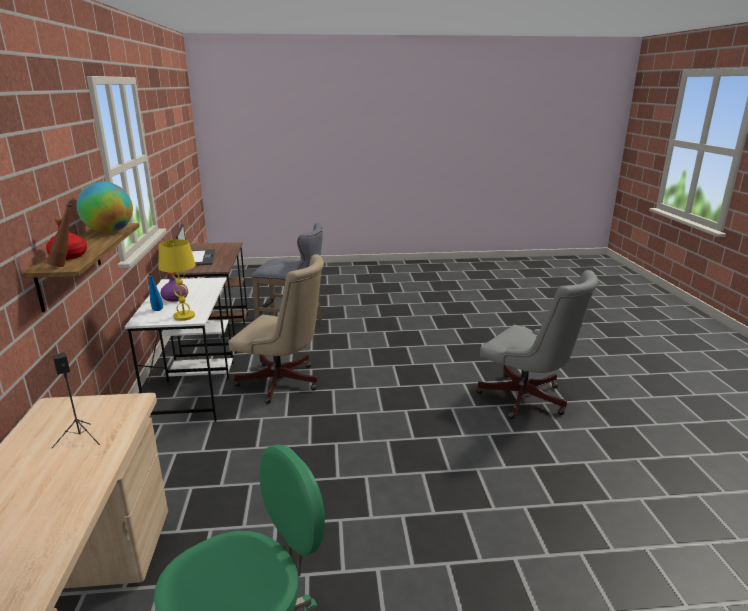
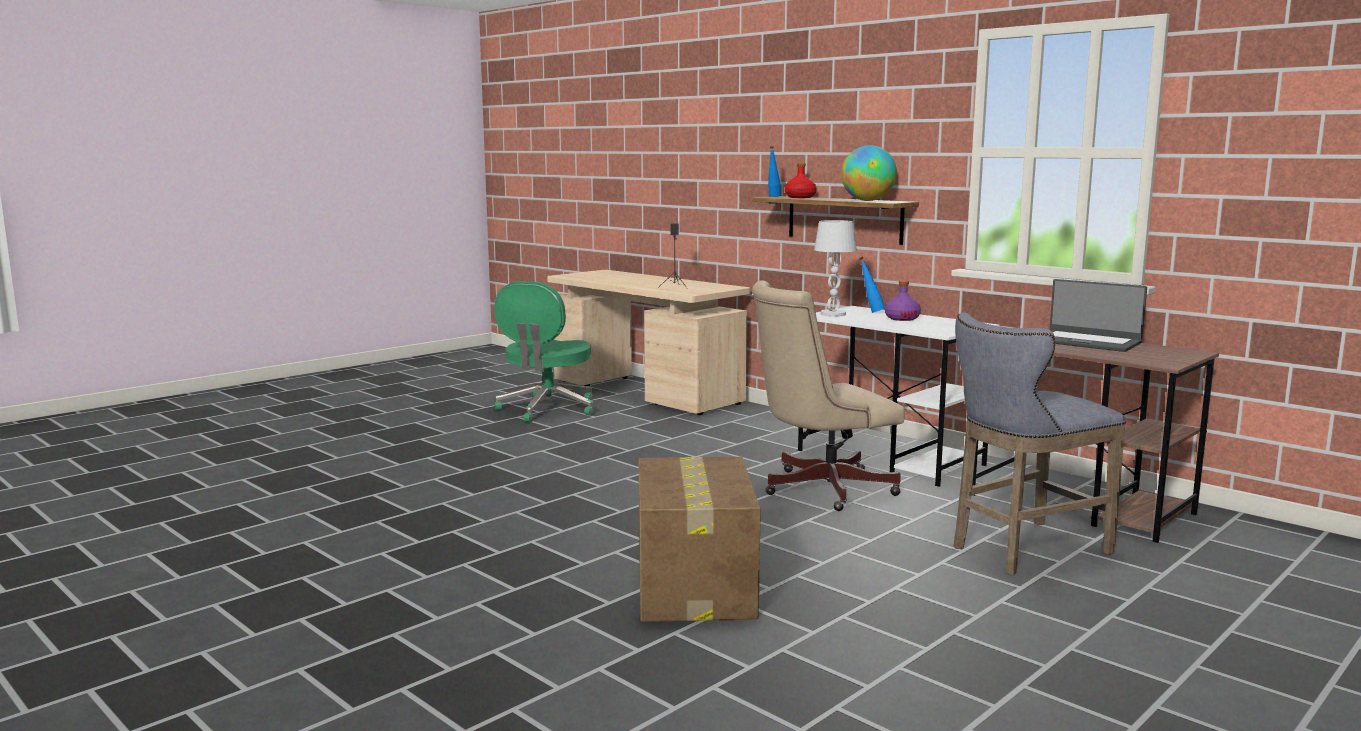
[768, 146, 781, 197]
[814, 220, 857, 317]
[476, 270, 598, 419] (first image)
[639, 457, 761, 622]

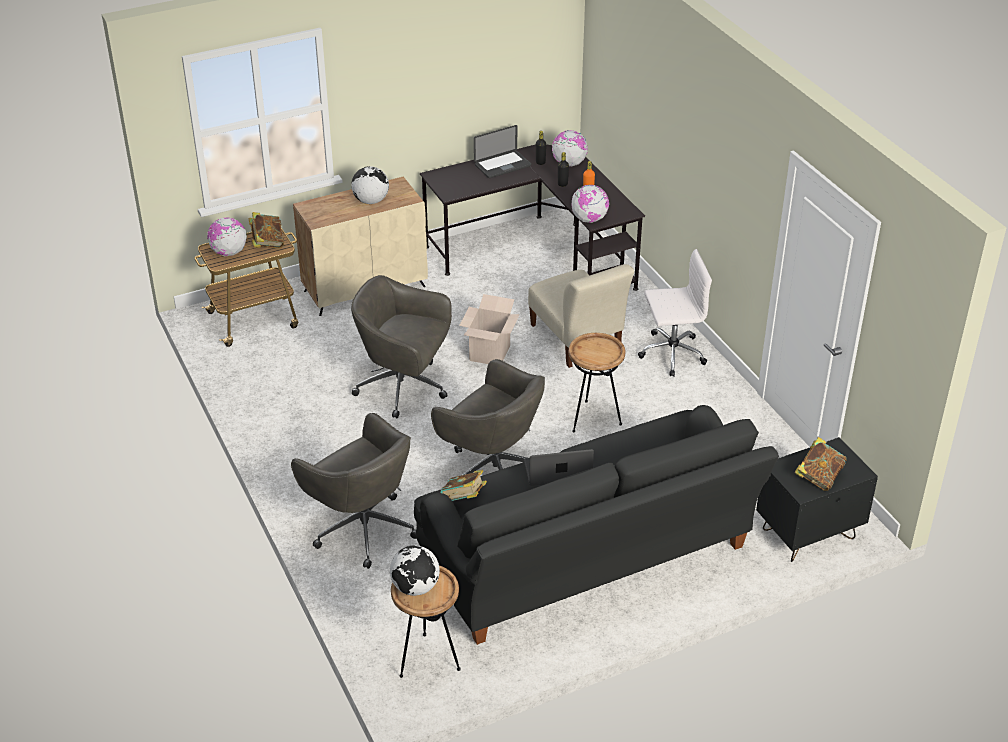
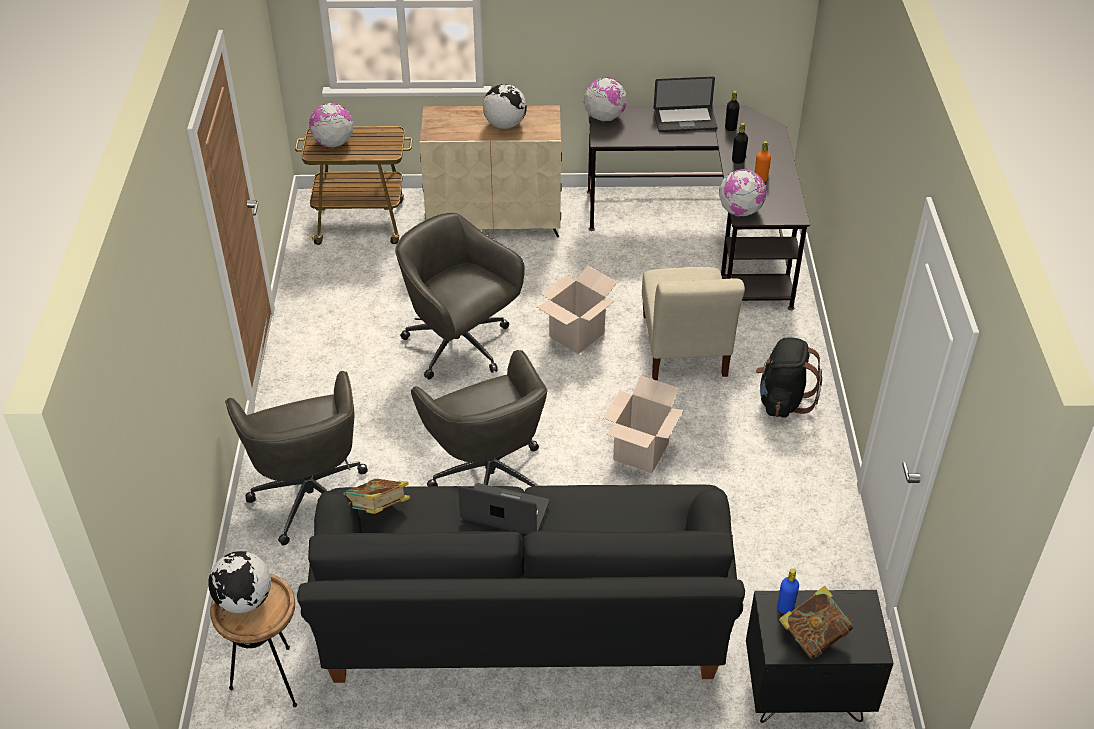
[584, 77, 627, 121]
[249, 212, 284, 248] (first image)
[756, 337, 822, 418]
[603, 375, 684, 473]
[777, 568, 799, 614]

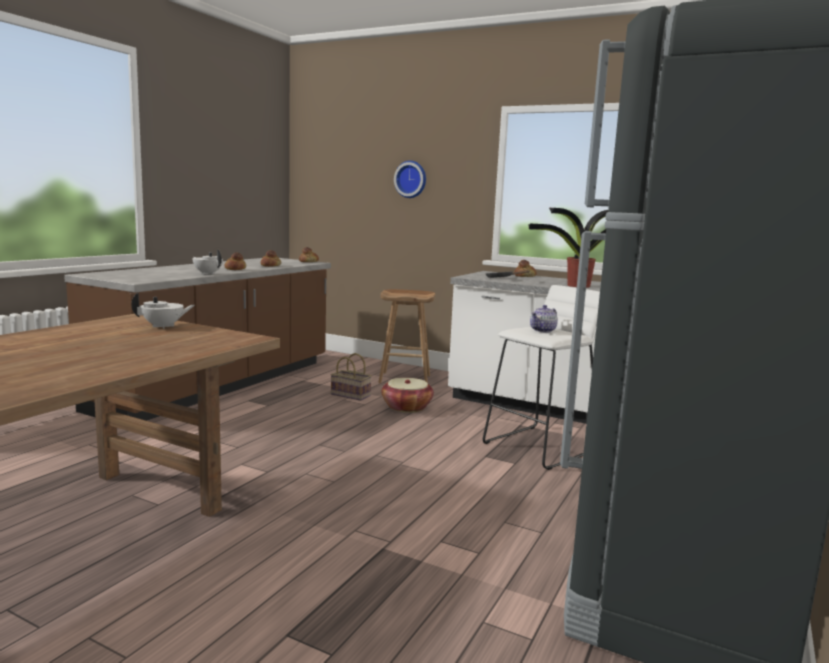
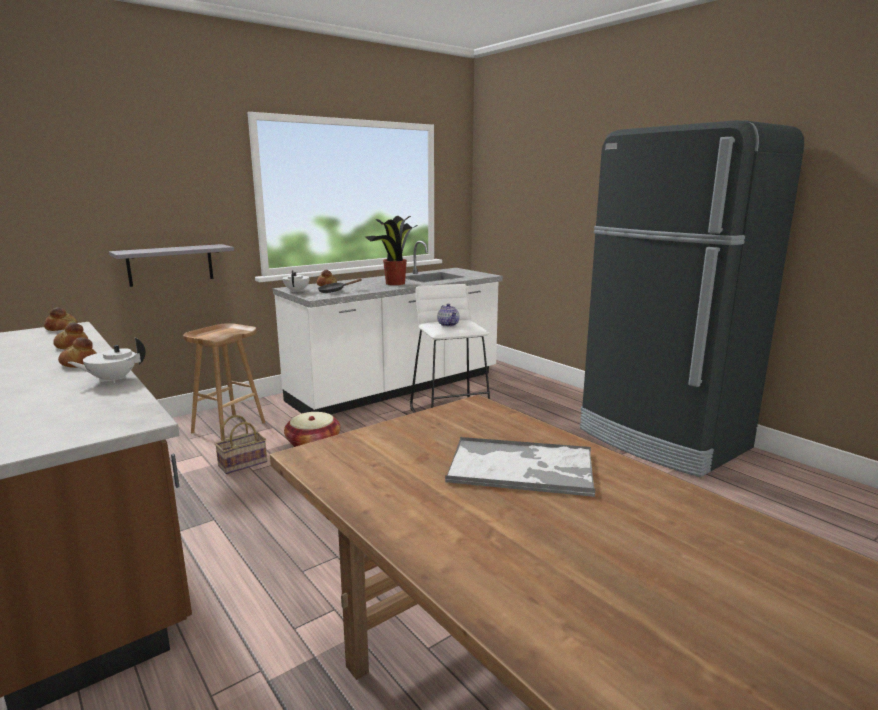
[394, 161, 426, 198] (first image)
[282, 270, 310, 292]
[109, 244, 234, 287]
[445, 437, 595, 497]

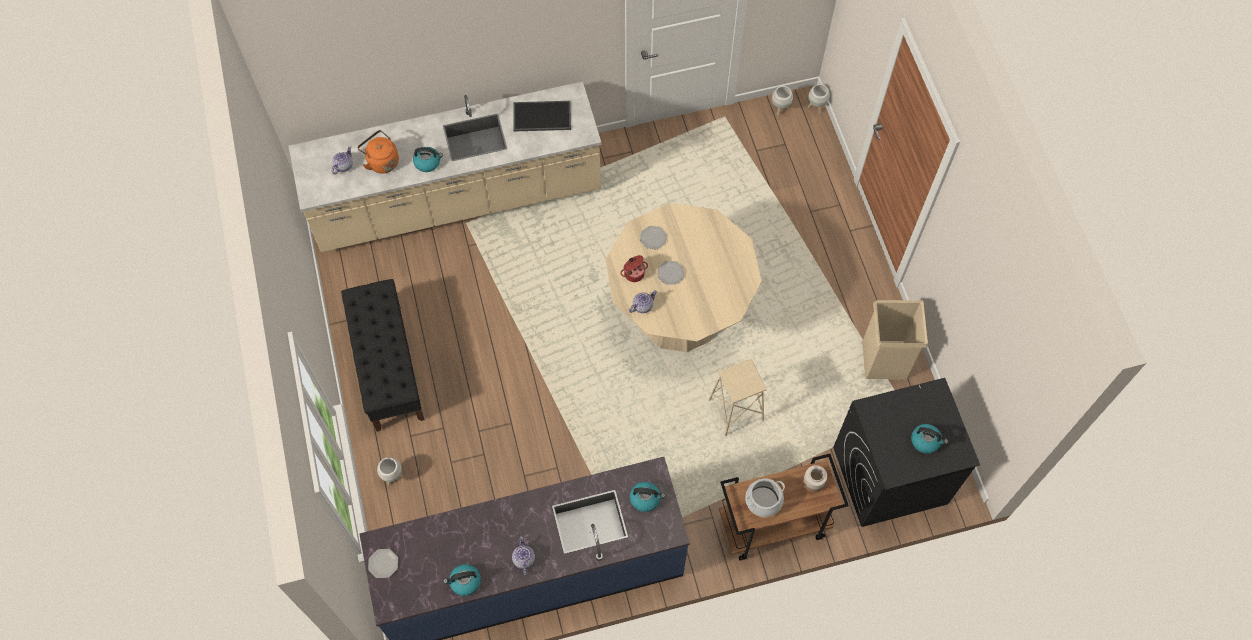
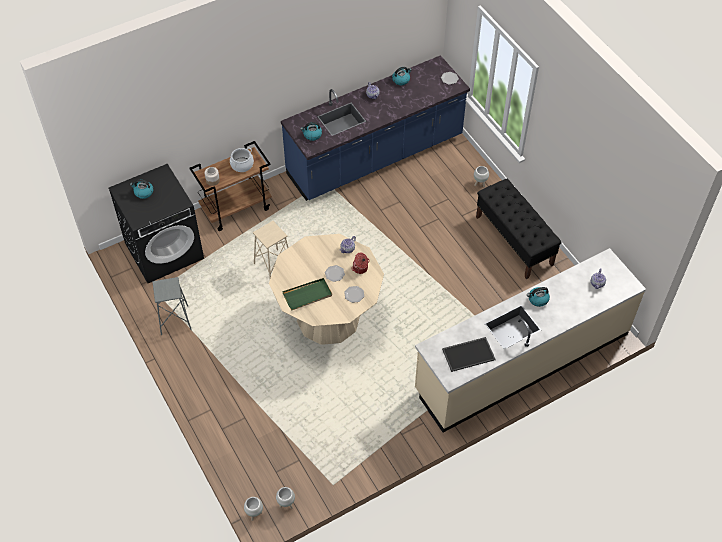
[358, 130, 399, 173] (first image)
[153, 277, 192, 335]
[282, 278, 332, 310]

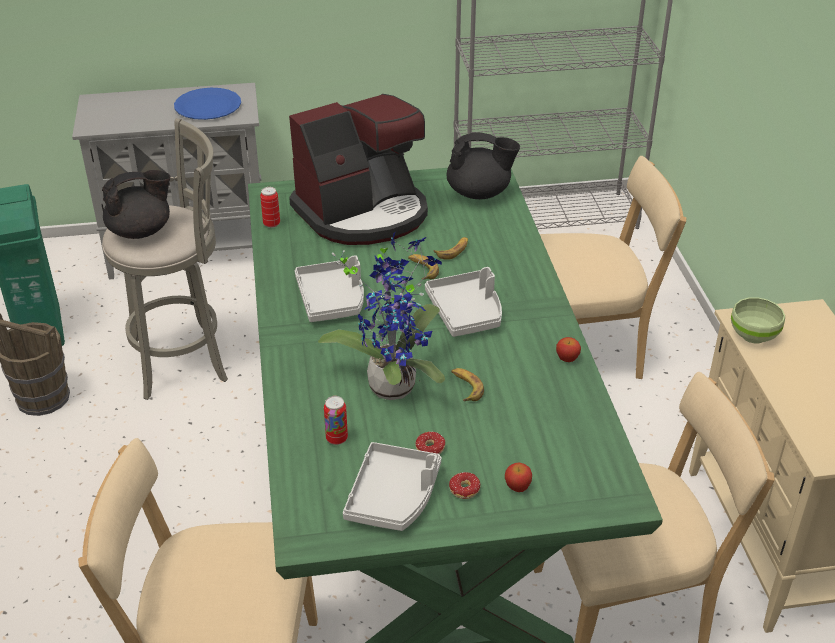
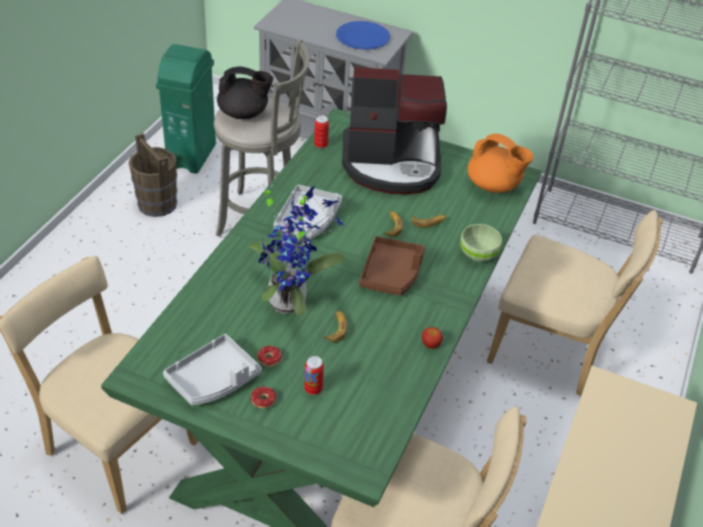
[467, 134, 534, 193]
[359, 236, 425, 295]
[460, 224, 502, 262]
[304, 356, 324, 395]
[505, 462, 532, 492] (first image)

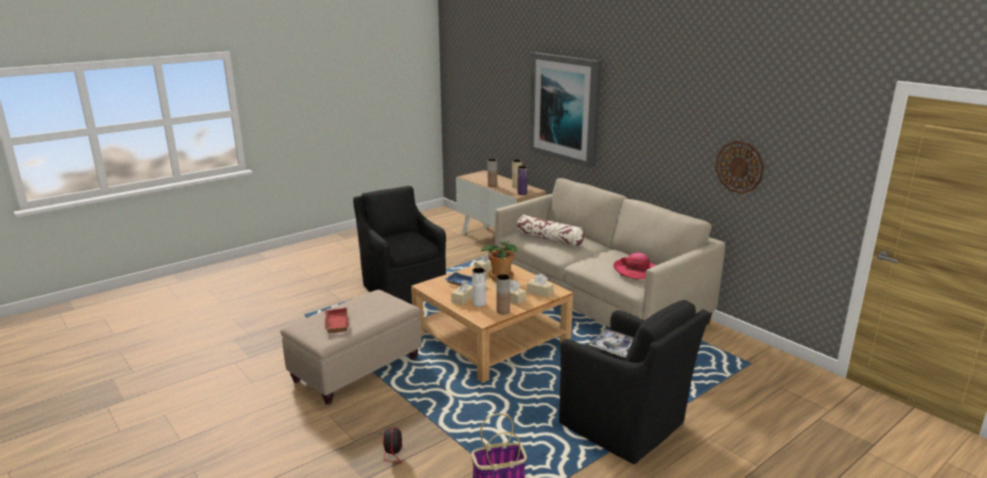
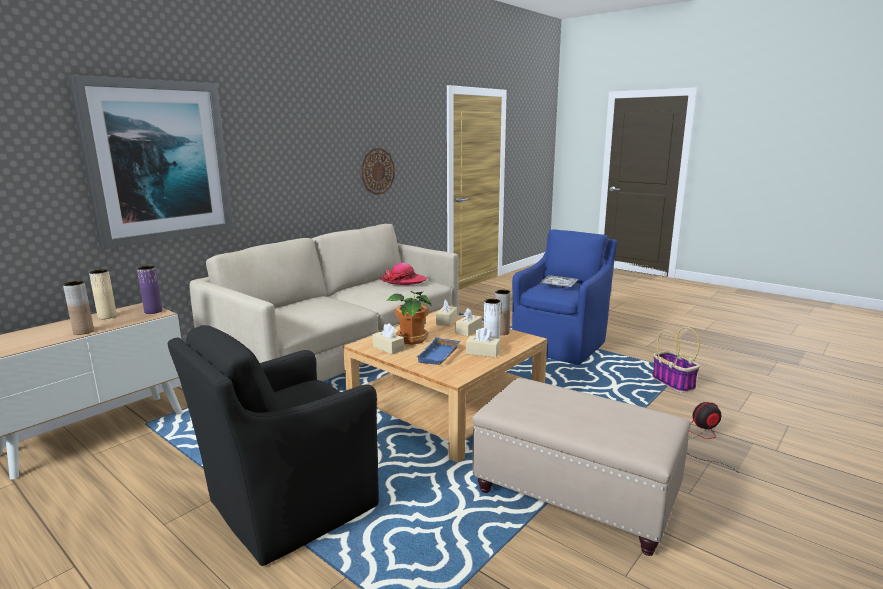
[517, 215, 585, 247] (first image)
[512, 229, 617, 365]
[324, 308, 349, 333] (first image)

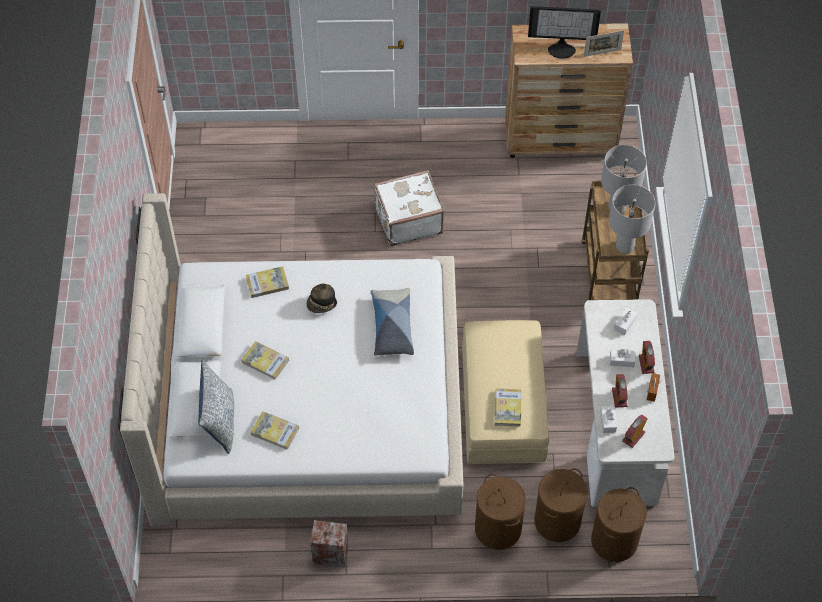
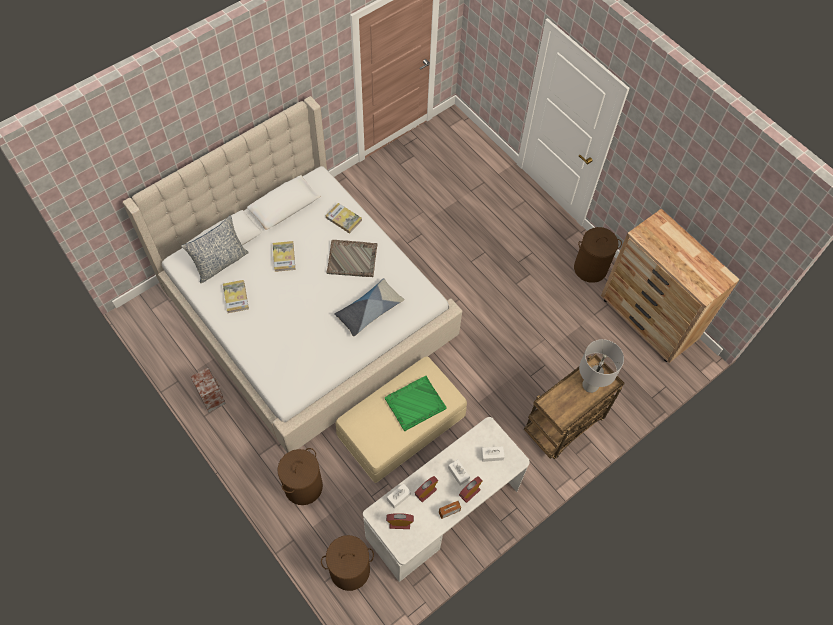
[528, 6, 601, 59] (first image)
[584, 30, 624, 57] (first image)
[374, 170, 445, 246] (first image)
[609, 185, 655, 254] (first image)
[327, 240, 378, 277]
[495, 388, 522, 427] (first image)
[574, 227, 622, 283]
[385, 376, 447, 431]

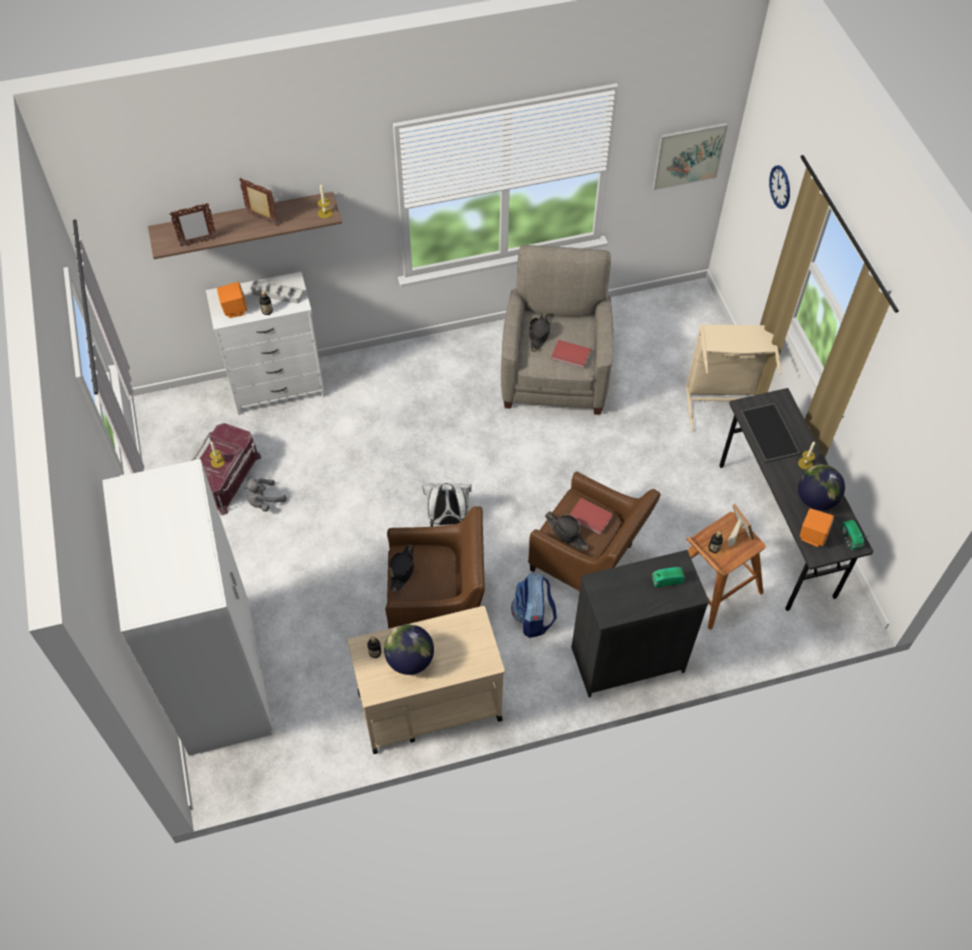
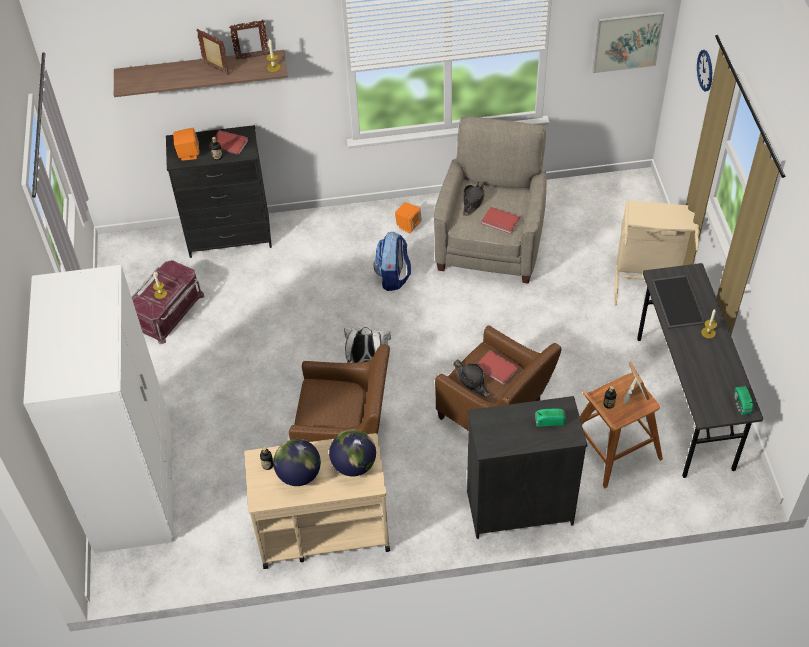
[229, 20, 269, 60]
[166, 125, 272, 258]
[209, 130, 249, 155]
[329, 429, 376, 477]
[244, 478, 287, 512] (first image)
[395, 202, 422, 233]
[389, 544, 414, 593] (first image)
[373, 232, 411, 291]

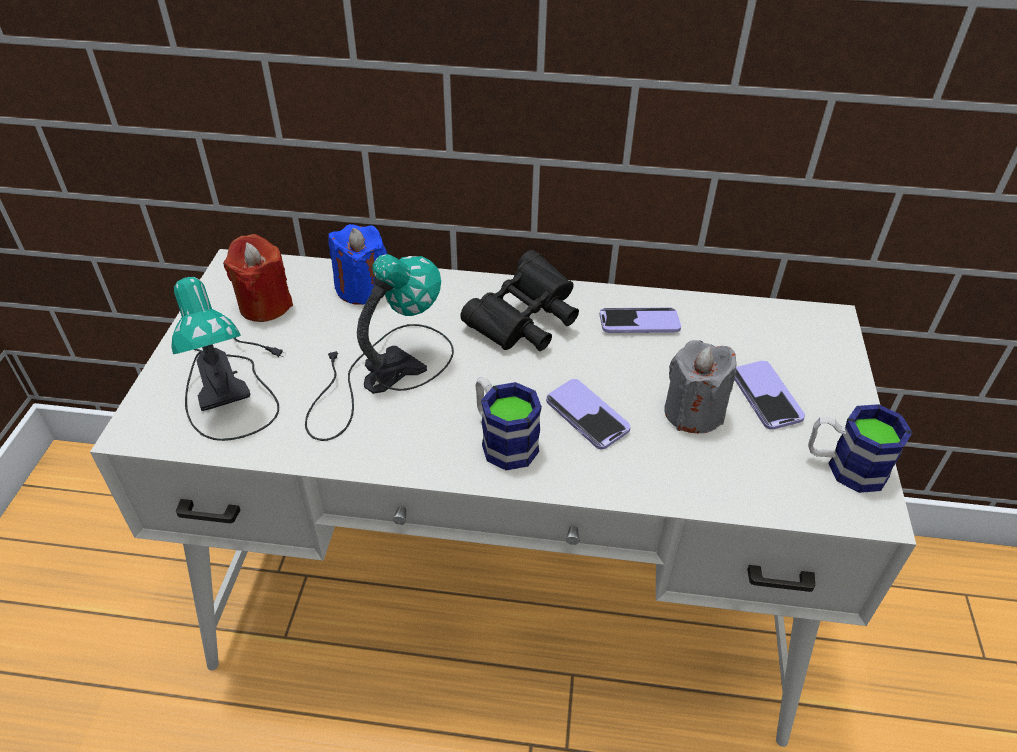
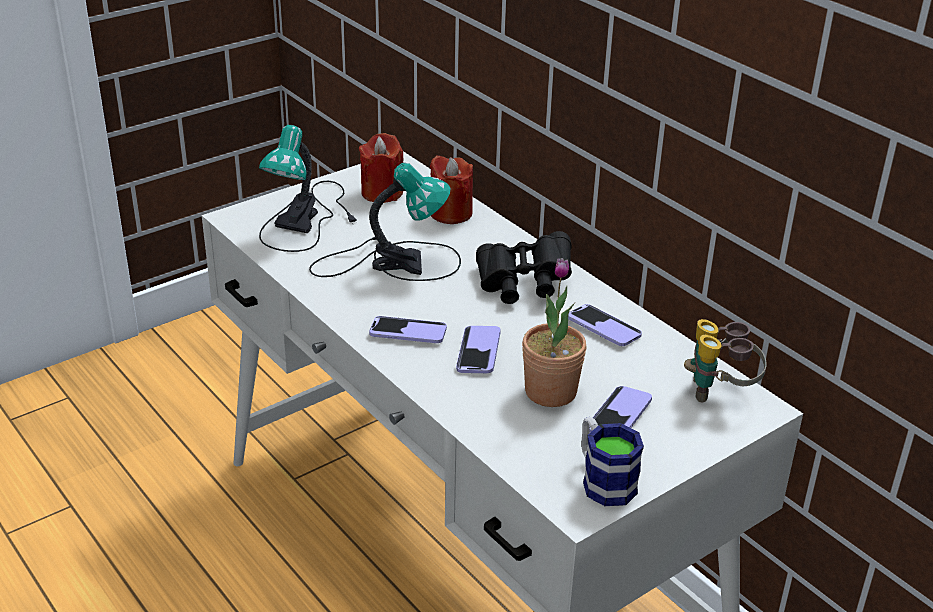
[430, 155, 473, 224]
[522, 258, 586, 407]
[369, 316, 447, 343]
[684, 319, 767, 402]

